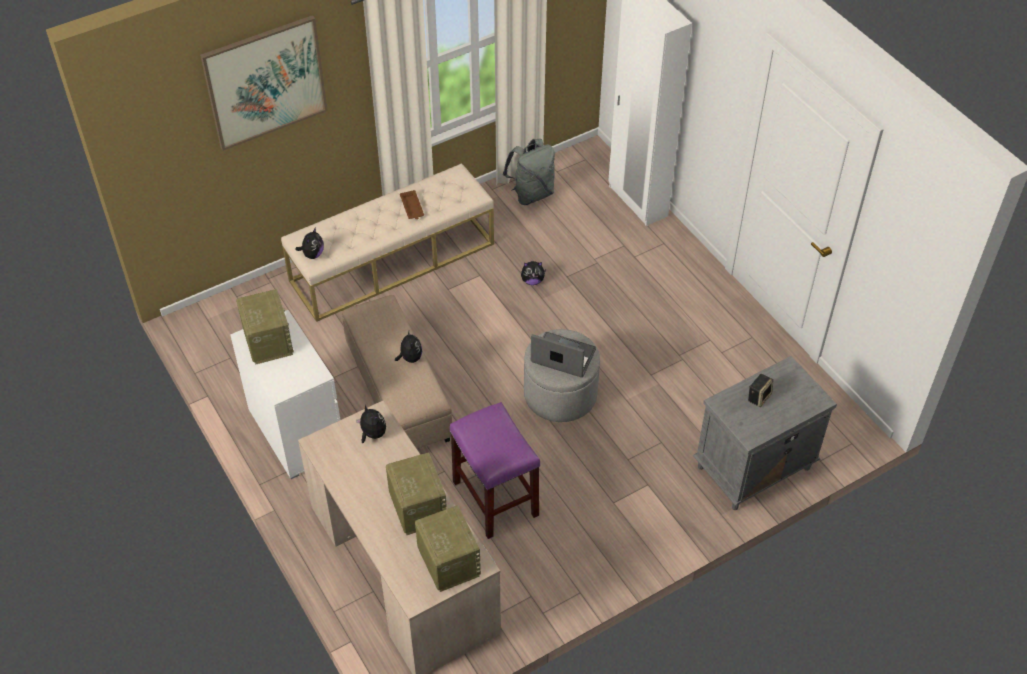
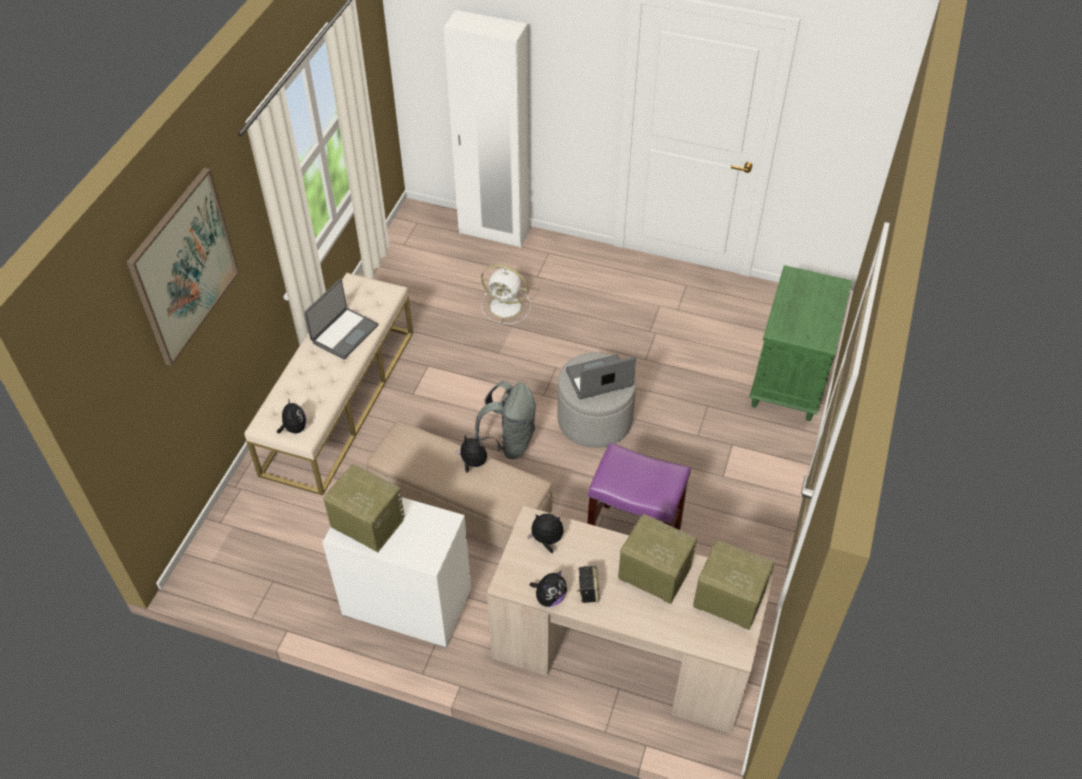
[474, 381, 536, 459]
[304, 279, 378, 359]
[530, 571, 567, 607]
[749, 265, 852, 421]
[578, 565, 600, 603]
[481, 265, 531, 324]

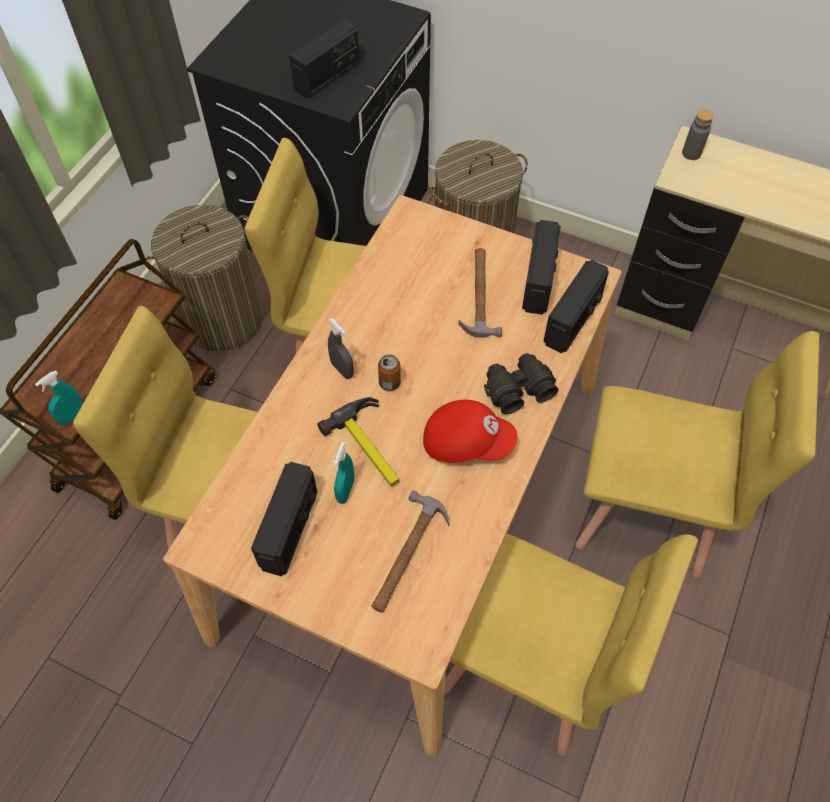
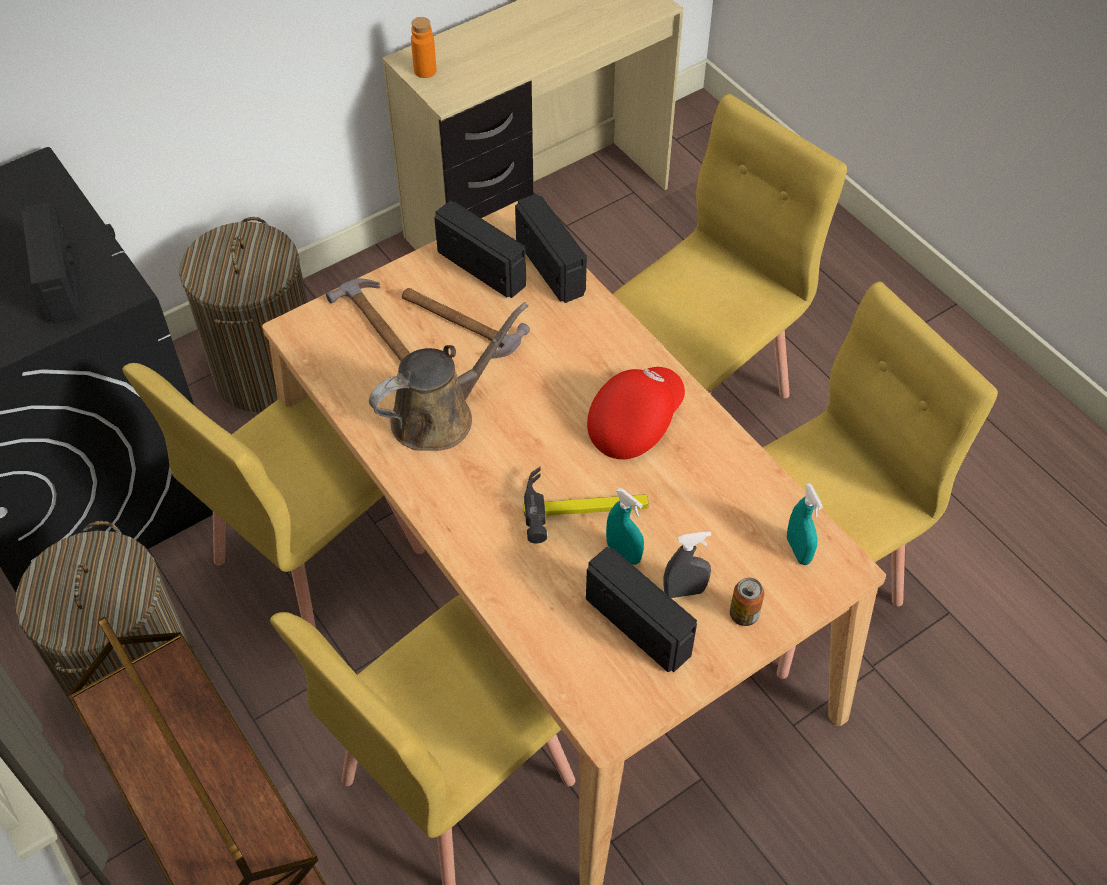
[411, 17, 436, 78]
[664, 531, 712, 598]
[484, 353, 558, 414] (first image)
[730, 578, 764, 626]
[787, 483, 823, 565]
[326, 279, 410, 361]
[369, 302, 528, 451]

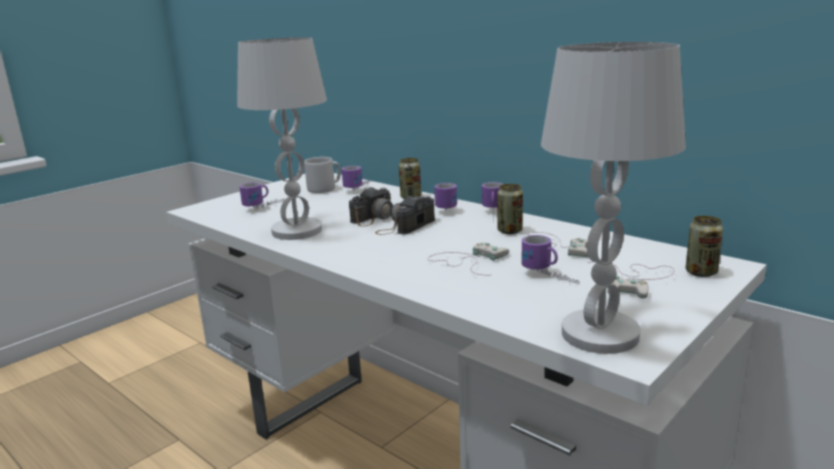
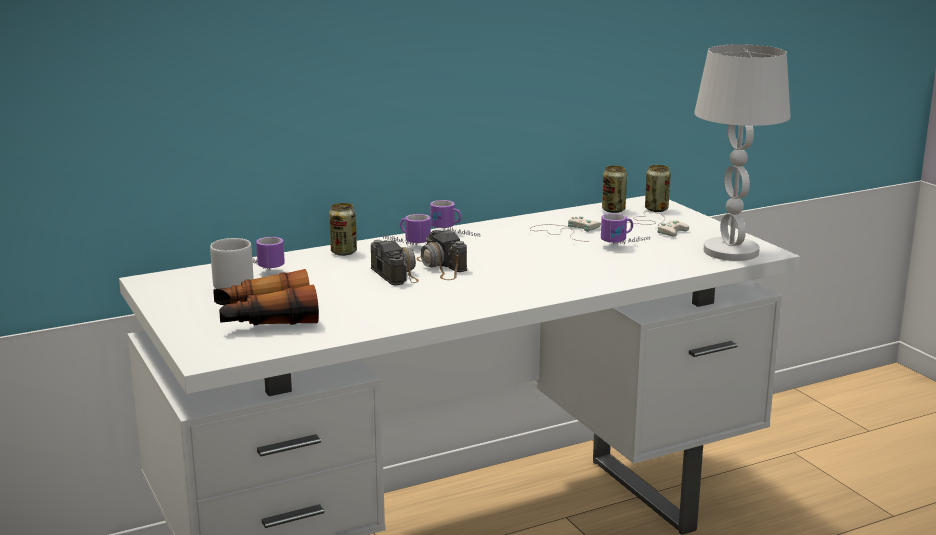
[237, 37, 327, 240] (first image)
[213, 269, 319, 325]
[602, 166, 627, 213]
[427, 242, 509, 275] (first image)

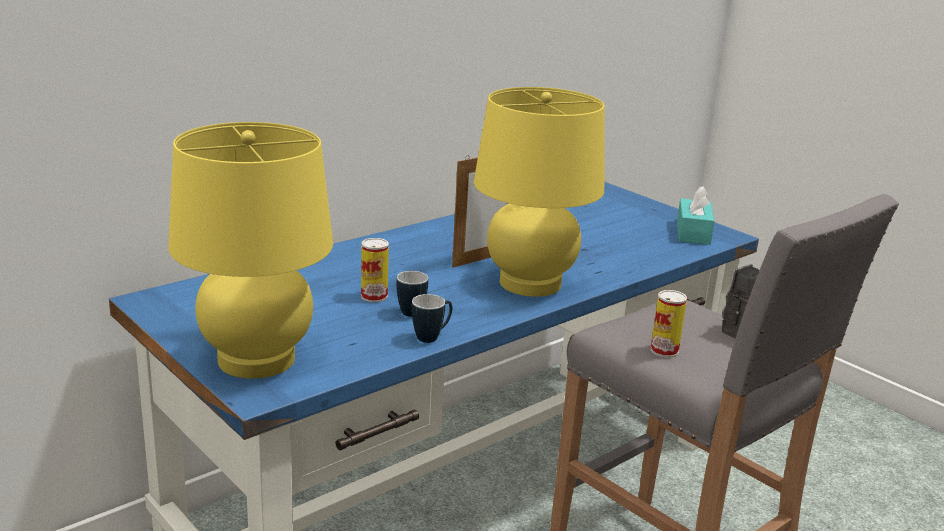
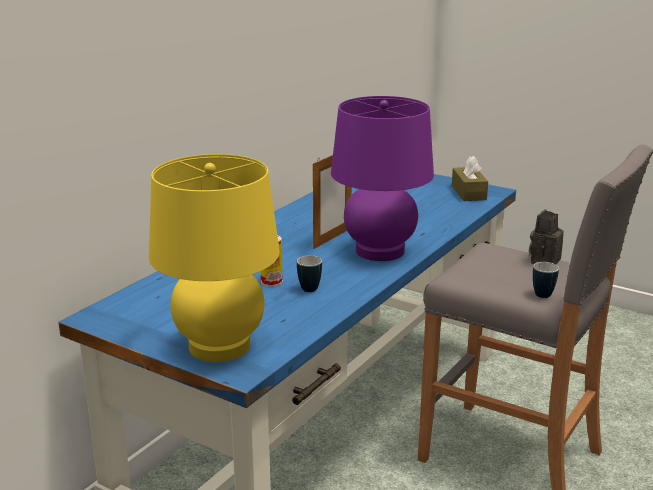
[331, 96, 434, 261]
[452, 156, 488, 201]
[651, 290, 687, 358] (first image)
[533, 262, 559, 298]

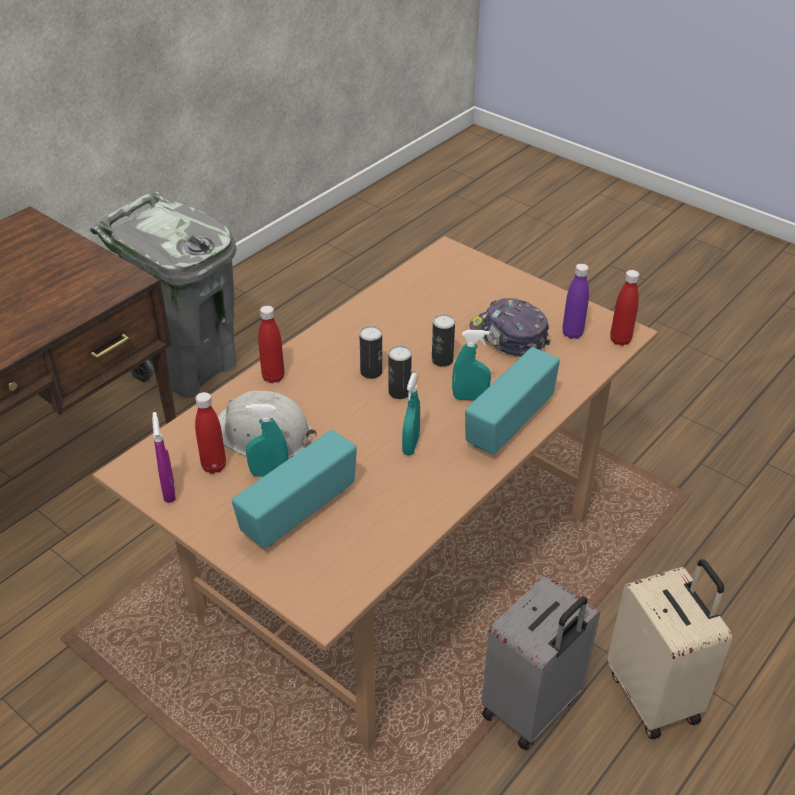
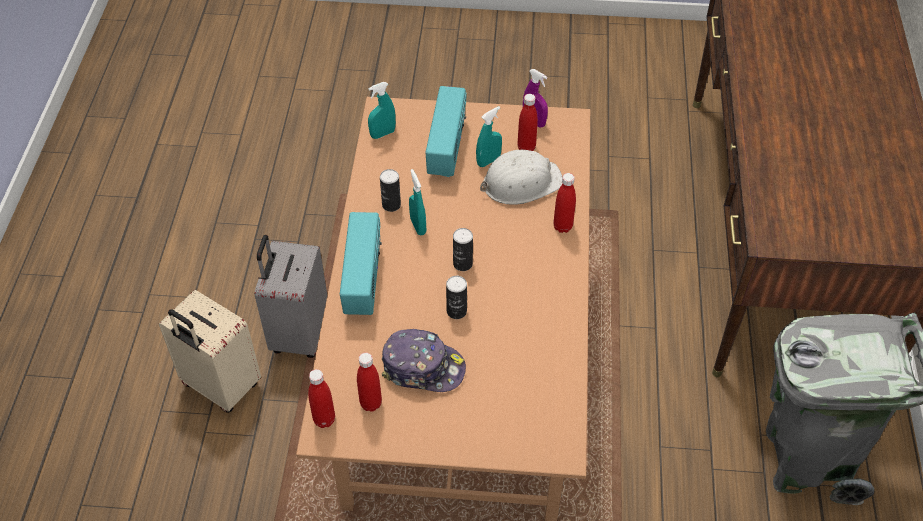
[357, 353, 382, 412]
[380, 169, 401, 212]
[368, 82, 396, 139]

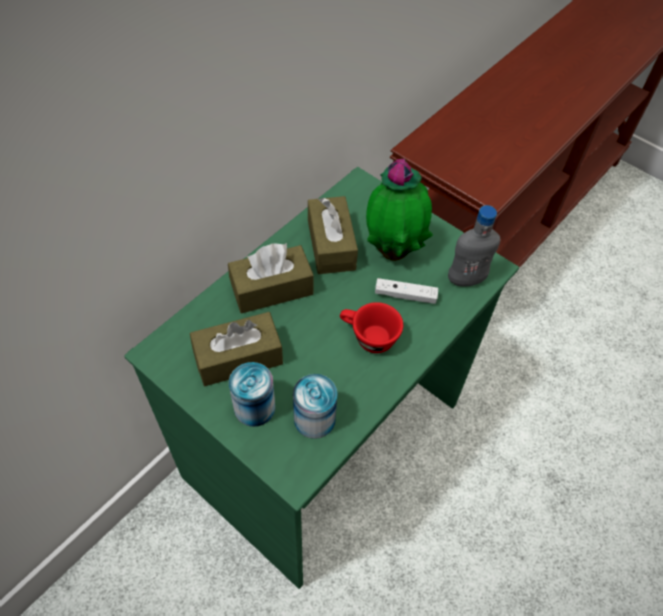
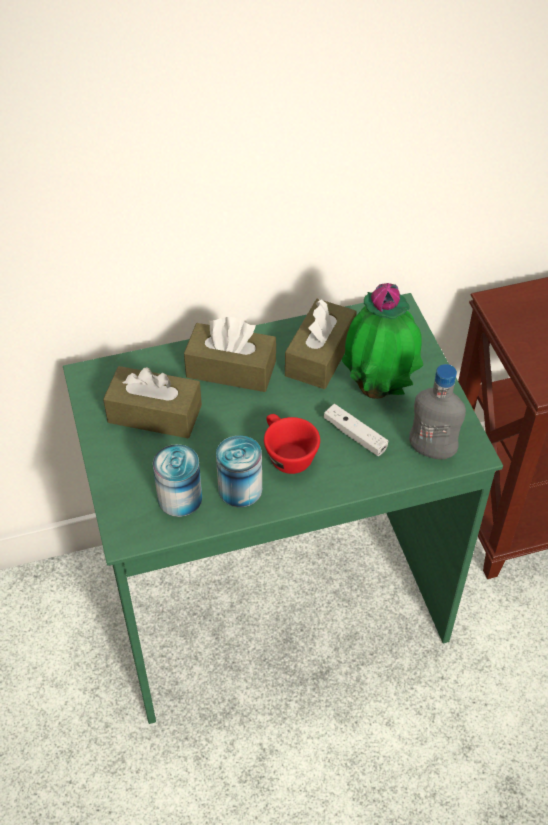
[216, 435, 262, 507]

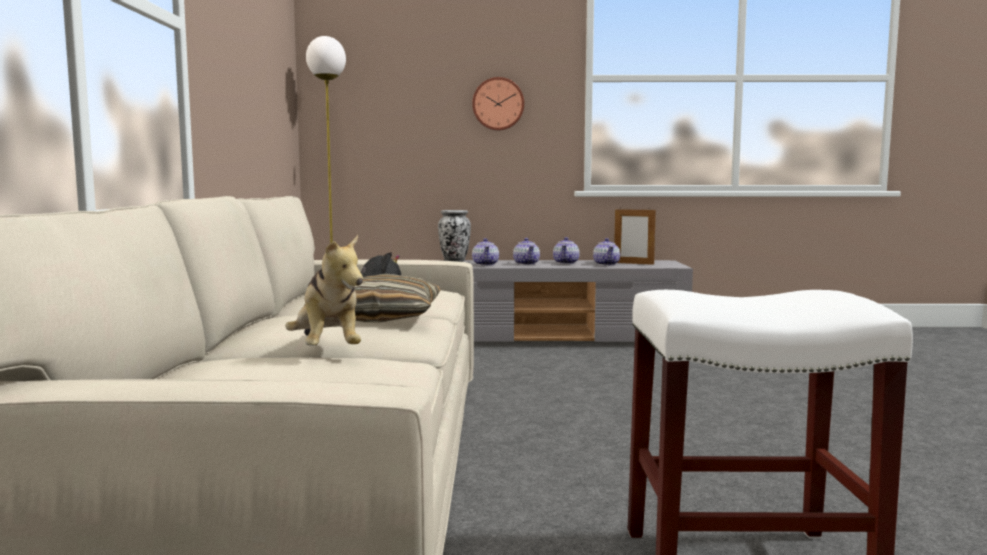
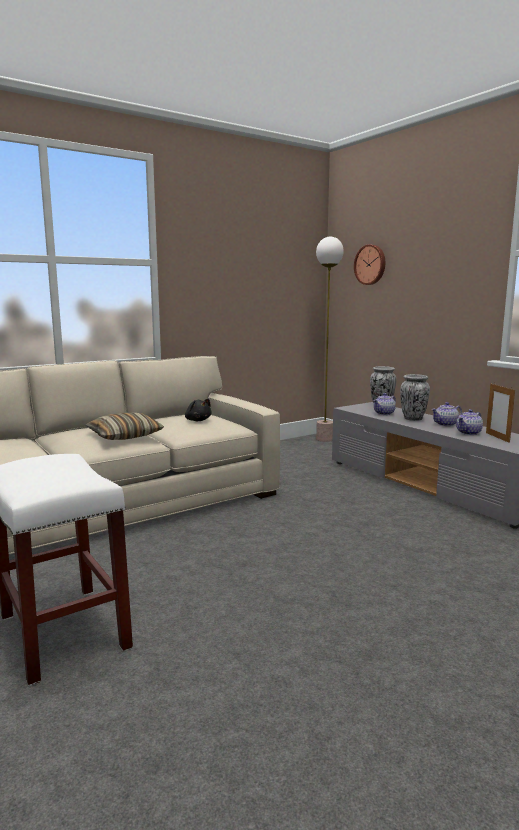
[354, 244, 385, 285]
[285, 235, 363, 346] (first image)
[400, 374, 430, 421]

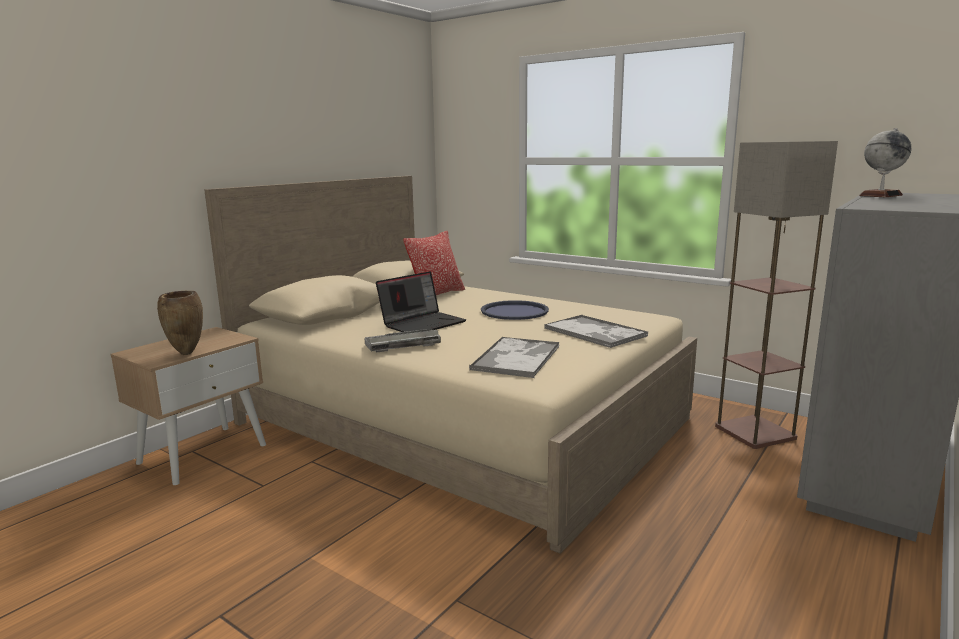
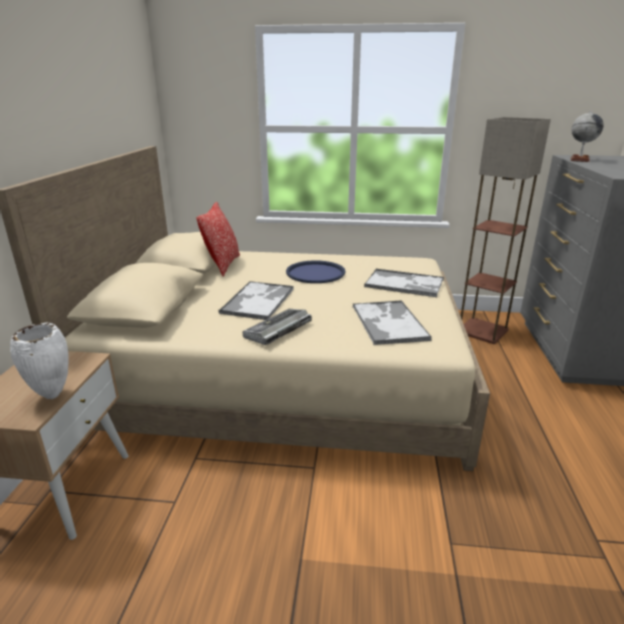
[218, 281, 294, 320]
[10, 323, 69, 399]

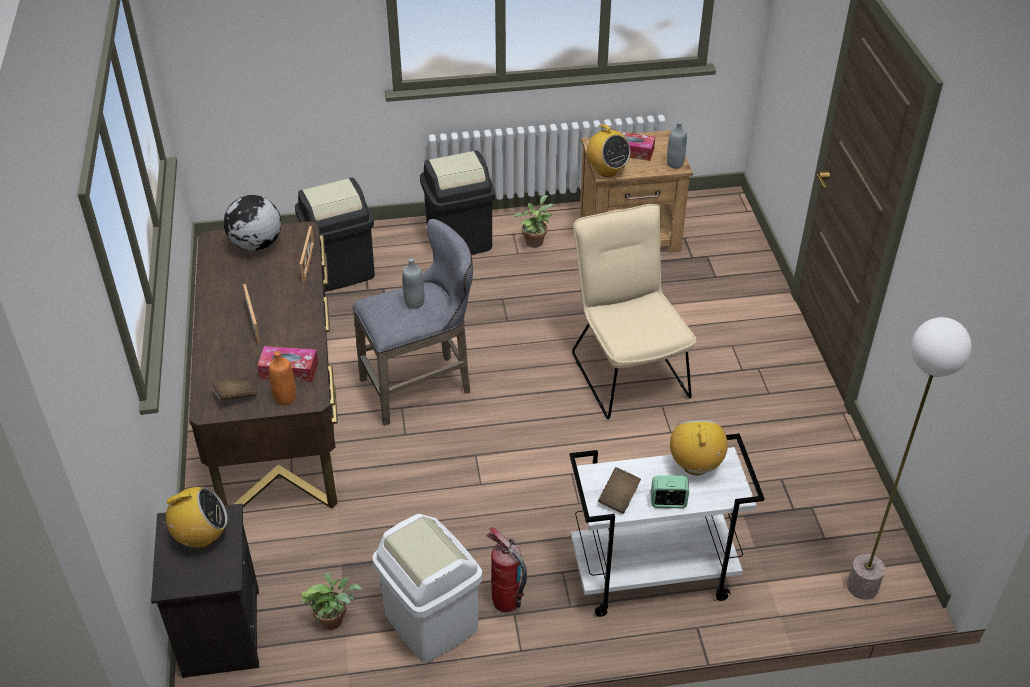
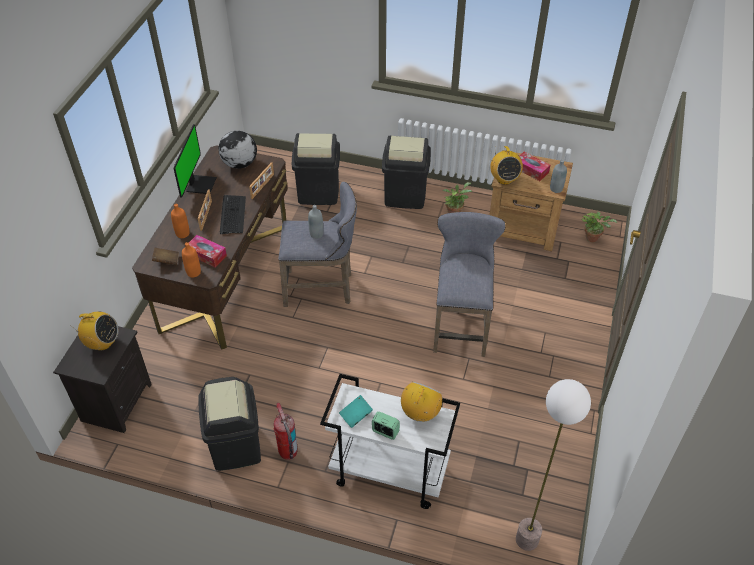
[433, 212, 506, 357]
[339, 395, 373, 428]
[198, 377, 261, 471]
[581, 212, 617, 242]
[174, 124, 217, 198]
[220, 195, 246, 234]
[171, 203, 190, 238]

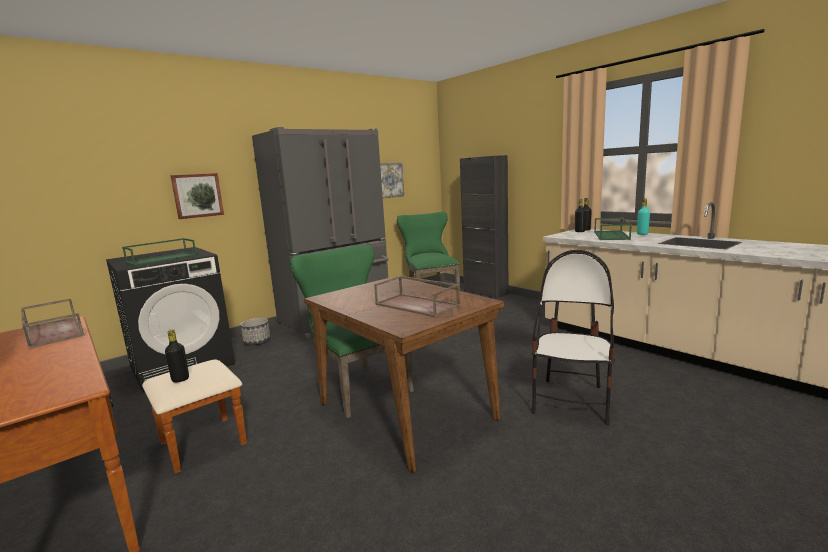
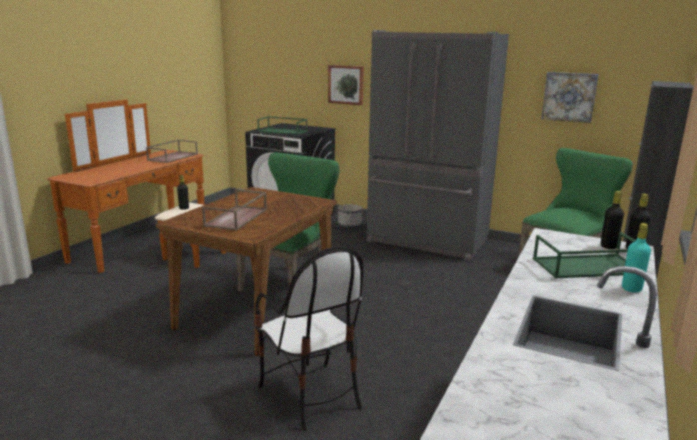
[255, 246, 363, 431]

